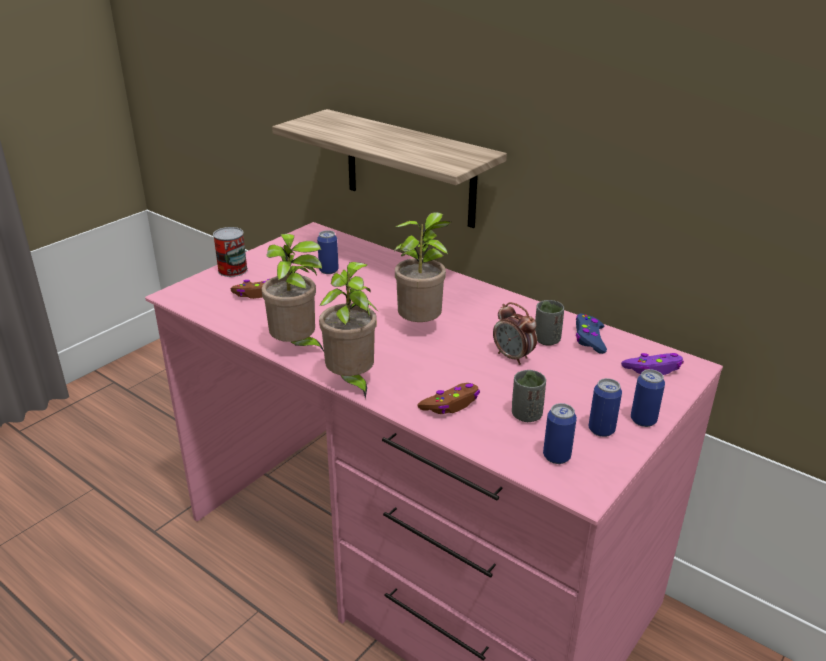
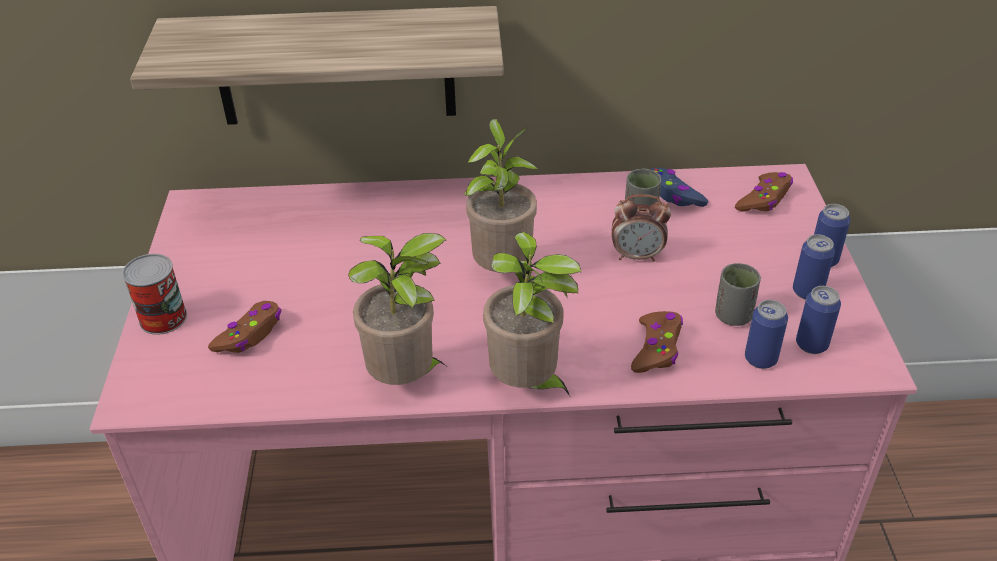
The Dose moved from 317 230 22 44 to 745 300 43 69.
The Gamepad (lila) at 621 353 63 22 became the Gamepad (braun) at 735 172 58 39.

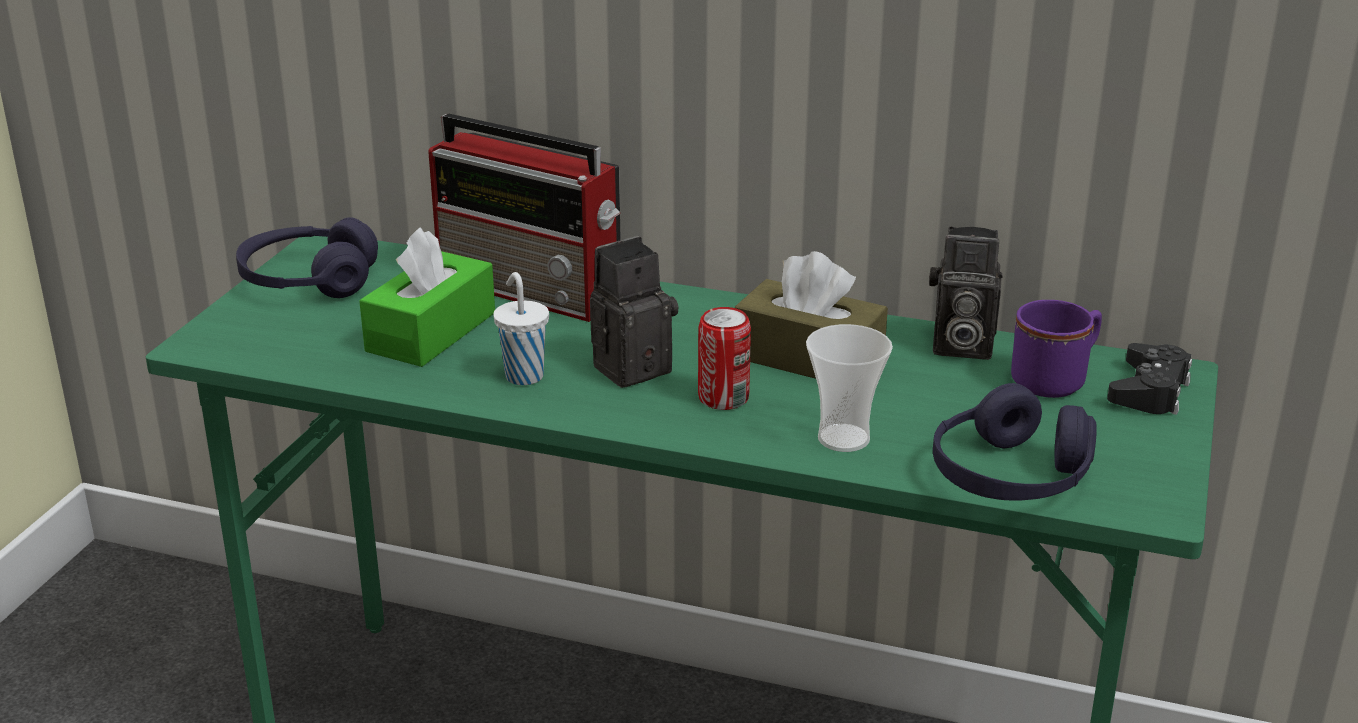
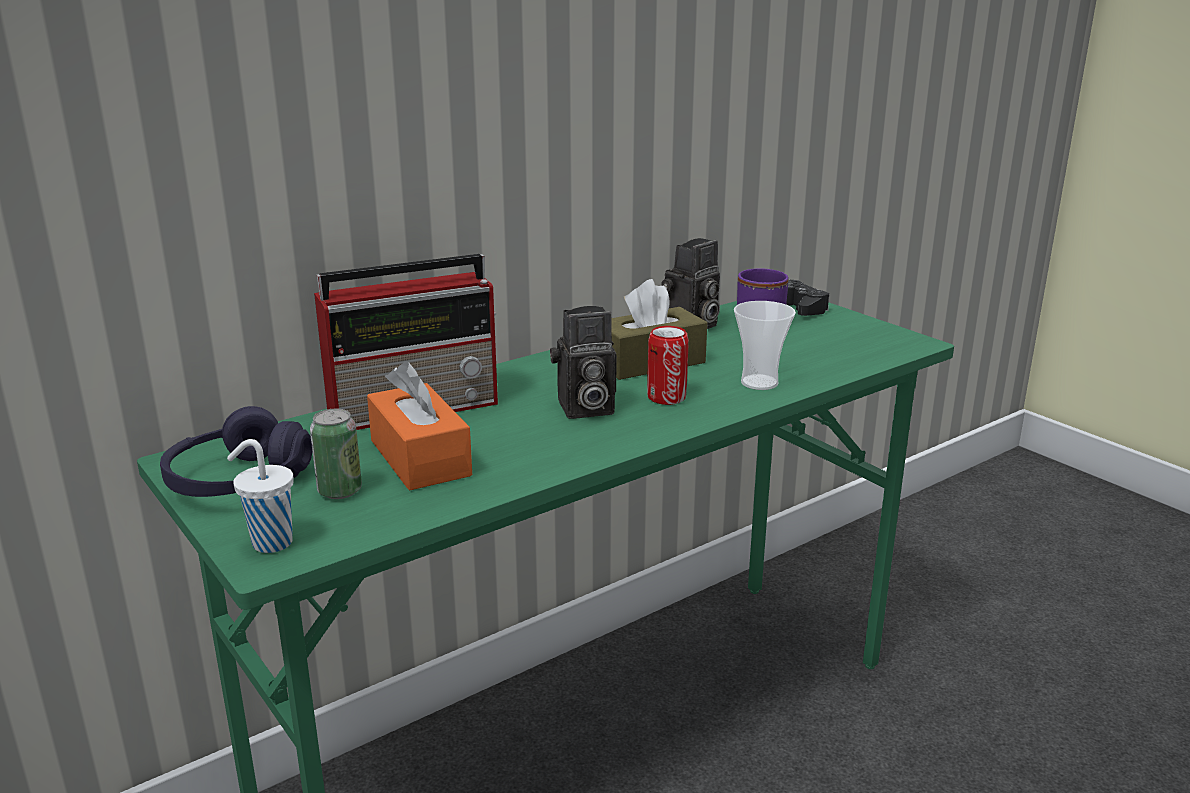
The Taschentuchbox (grün) at 359 227 136 140 became the Taschentuchbox (orange) at 367 361 105 129.
The Tasse (weiß) moved from 493 272 56 113 to 227 439 67 114.
The Kamera at 590 236 89 152 turned 105 degrees counterclockwise.
The Kopfhörer (lila) at 933 383 164 118 disappeared.
The Dose at 310 409 52 90 appeared.

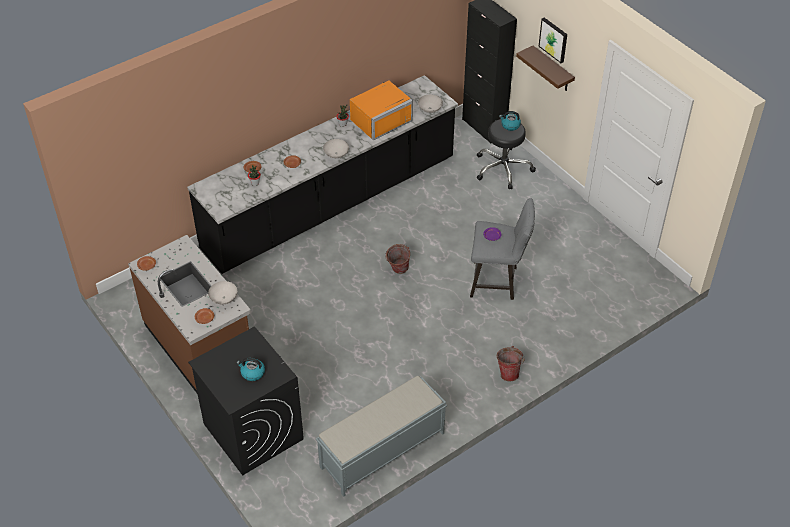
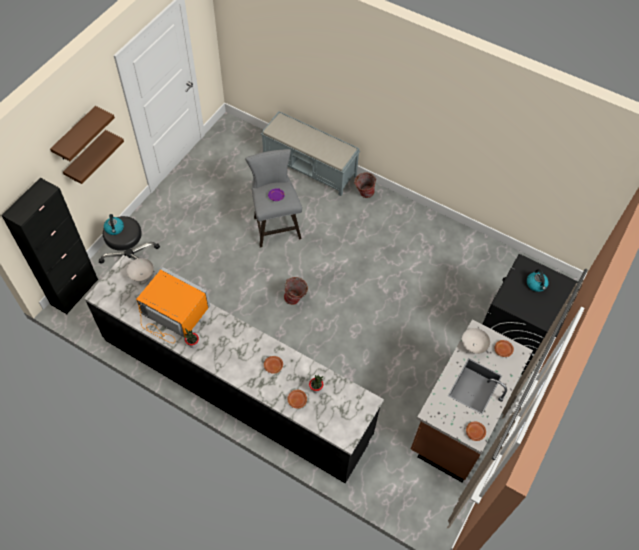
The Bank (grau) moved from 316 376 131 121 to 261 111 99 85.
The Schüssel (weiß) at 323 139 26 19 disappeared.
The Bild at 538 18 29 45 was replaced by the Wandregal (braun) at 50 106 65 55.

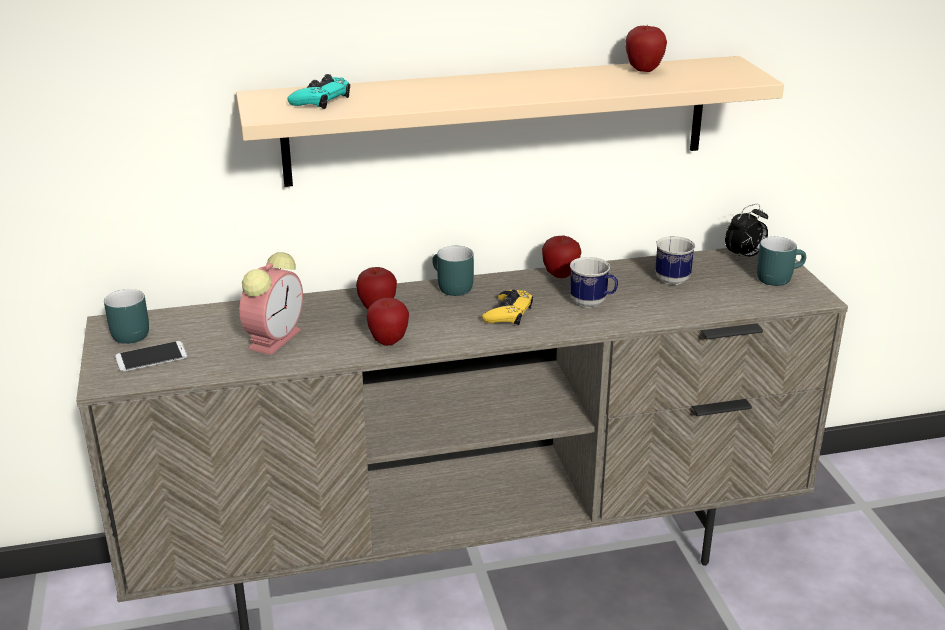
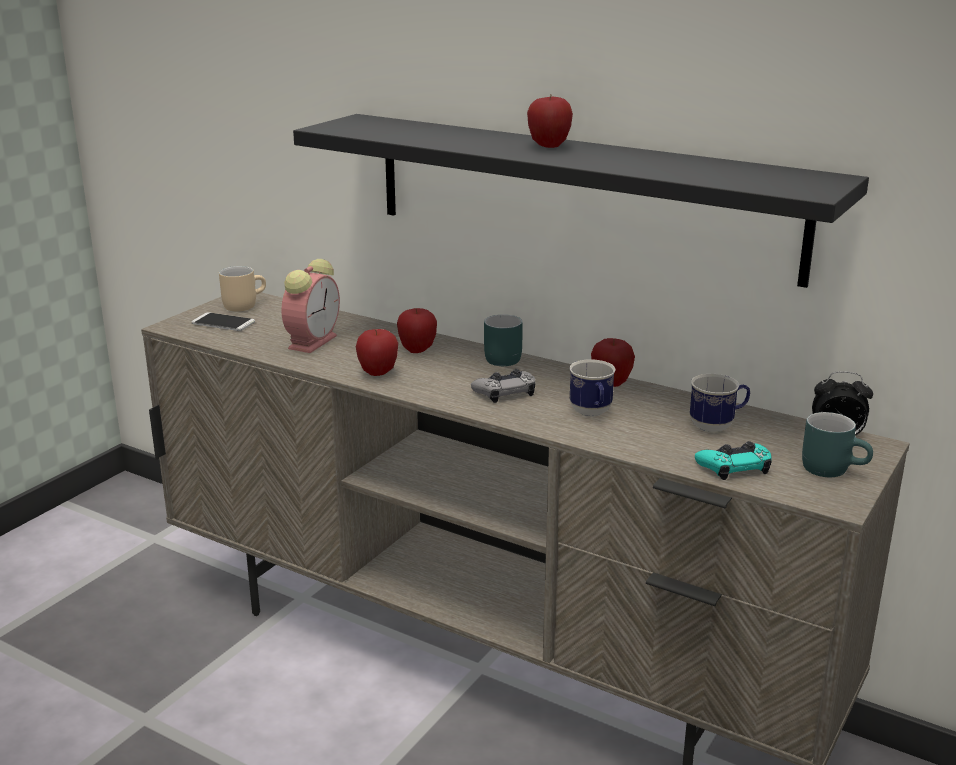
The Henkelbecher (türkis) at 104 289 45 55 became the Henkelbecher (beige) at 219 266 47 45.
The Wandregal (beige) at 236 56 548 131 became the Wandregal (schwarz) at 293 114 576 174.
The Wecker at 239 252 64 103 turned 45 degrees counterclockwise.
The Gamepad (türkis) moved from 287 74 63 35 to 695 441 77 39.
The Gamepad (gelb) at 482 289 51 36 became the Gamepad (grau) at 471 369 65 34.
The Apfel moved from 625 24 42 48 to 527 95 46 53.

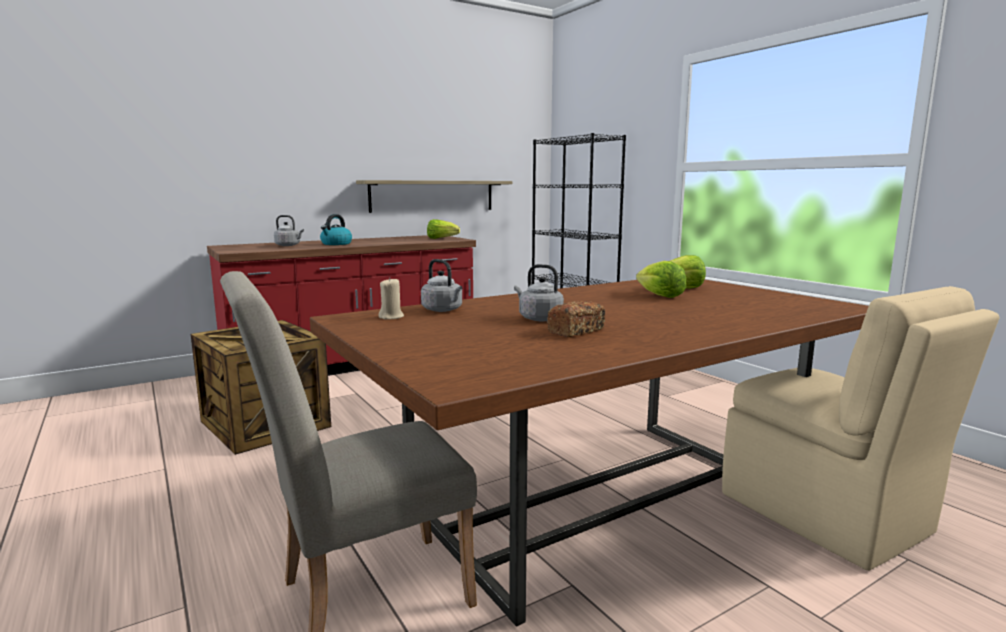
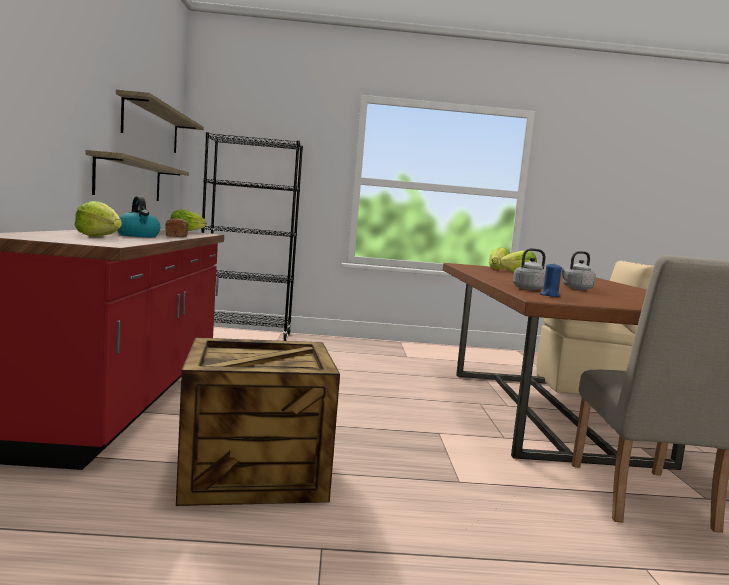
The Wasserkessel (grau) at 274 215 30 31 was replaced by the Salatkopf at 74 201 48 36.
The Kerze (beige) at 379 278 25 42 became the Kerze (blau) at 540 264 22 33.
The Brot moved from 547 301 58 36 to 165 218 23 19.
The Wandregal at 116 89 88 64 appeared.

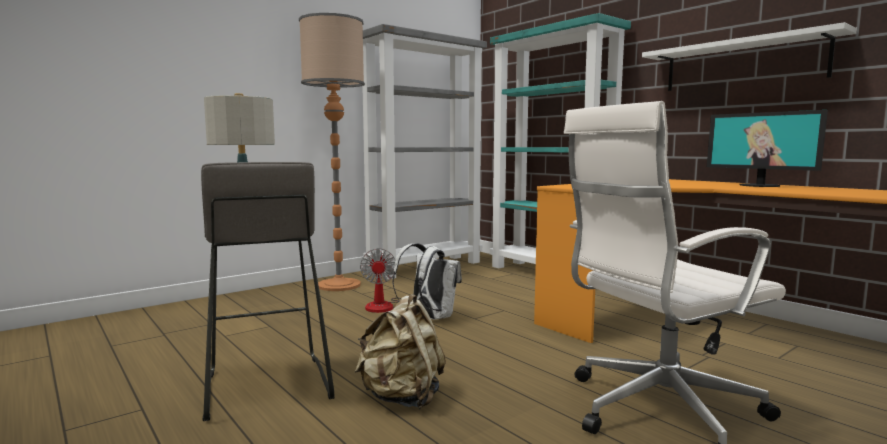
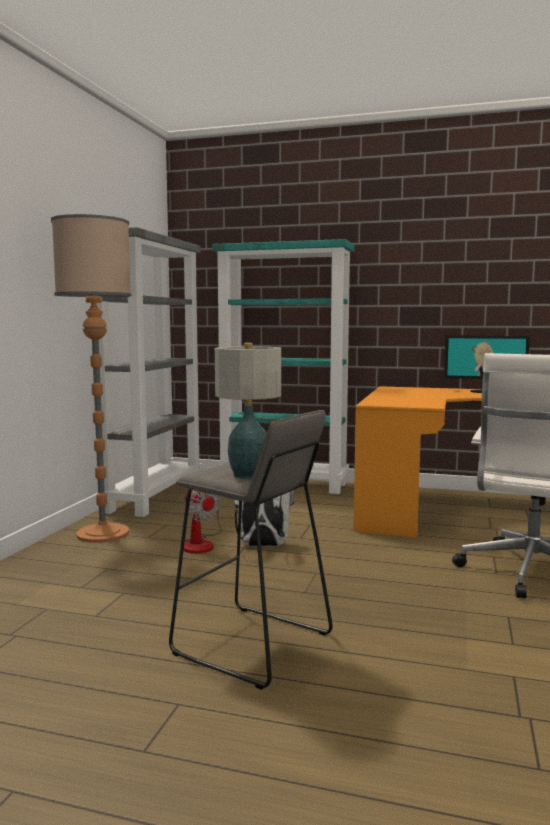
The Rucksack (beige) at 354 294 92 115 disappeared.
The Wandregal (weiß) at 642 22 215 69 disappeared.

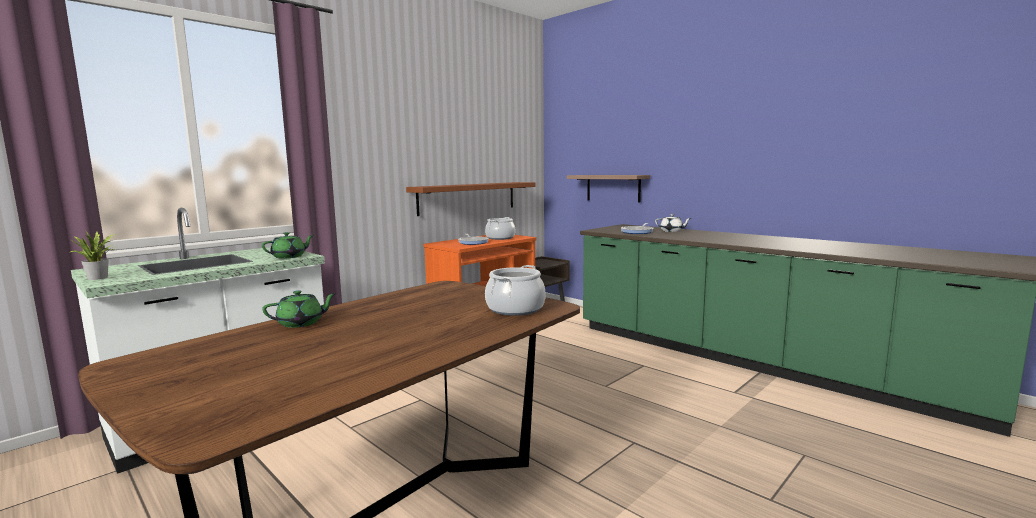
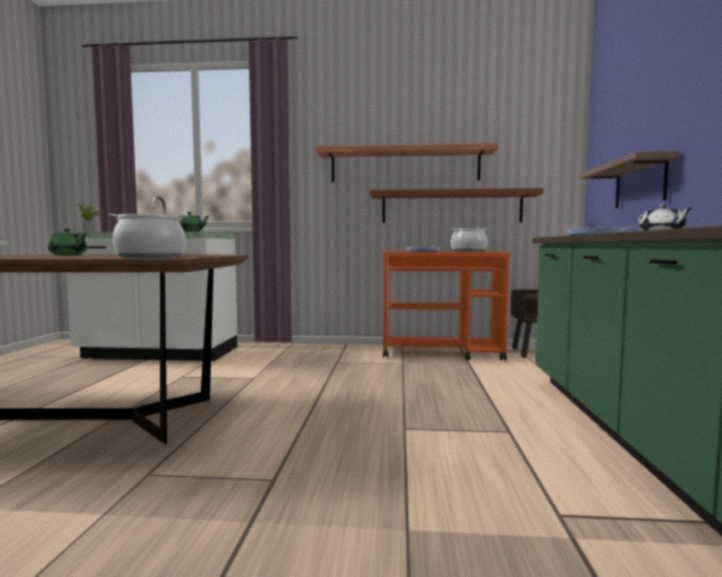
The Wandregal at 316 143 182 39 appeared.

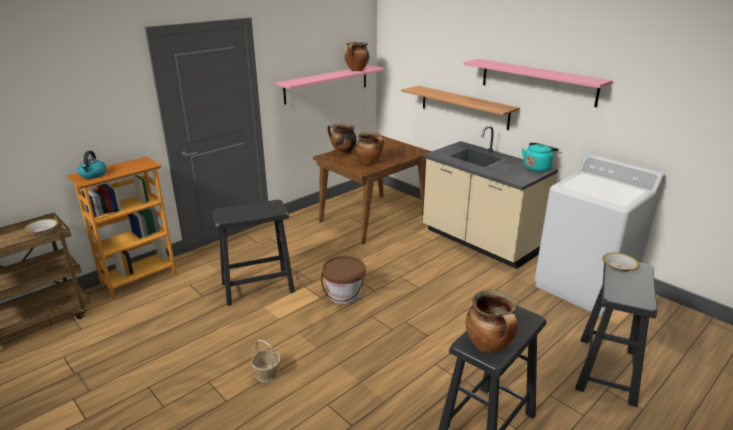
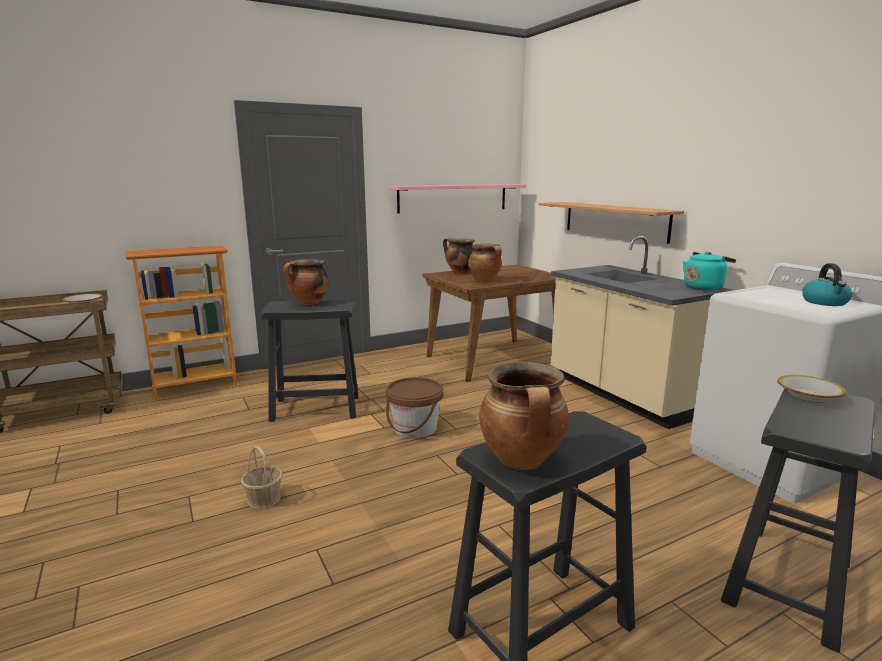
The Wasserkessel moved from 78 151 29 28 to 802 263 50 43.
The Kochtopf moved from 345 42 24 29 to 283 259 45 46.
The Wandregal (rosa) at 463 59 150 48 disappeared.

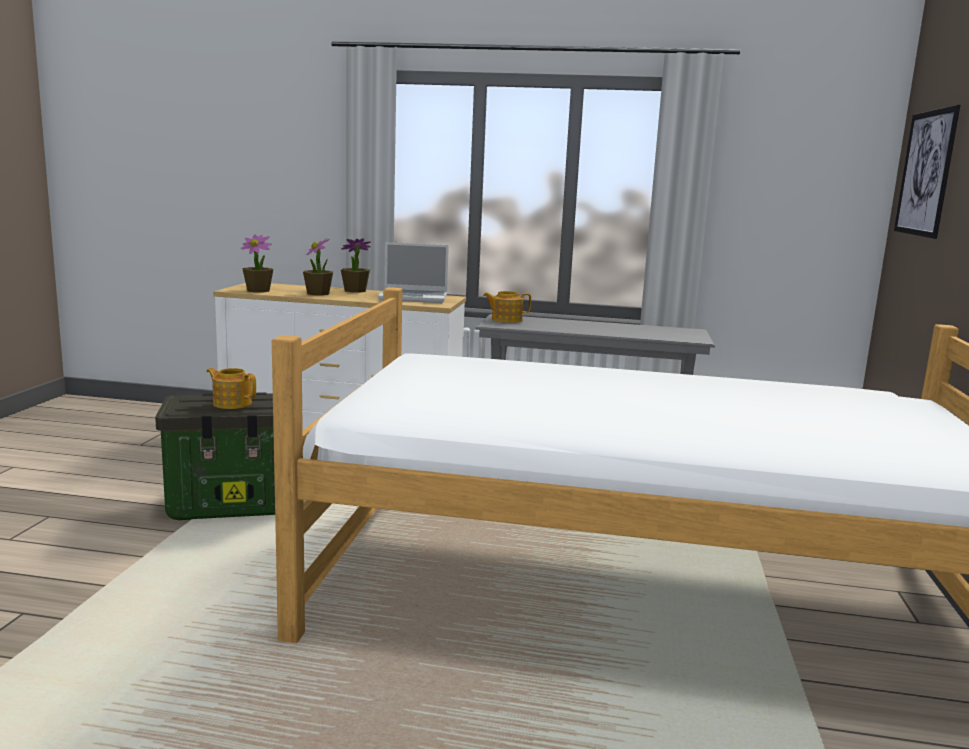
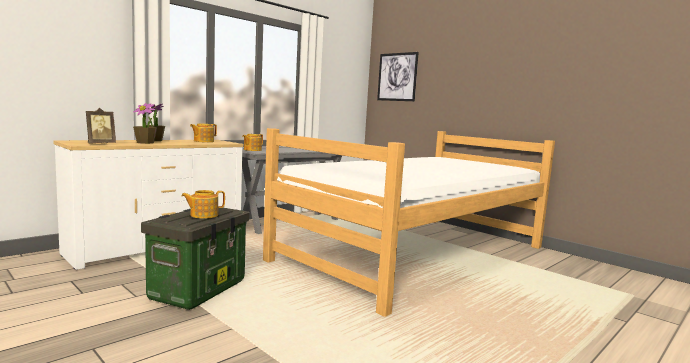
The Topfpflanze at 241 234 32 59 was replaced by the Bilderrahmen at 86 108 30 35.
The Laptop at 378 242 71 61 was replaced by the Teekanne at 190 124 27 18.

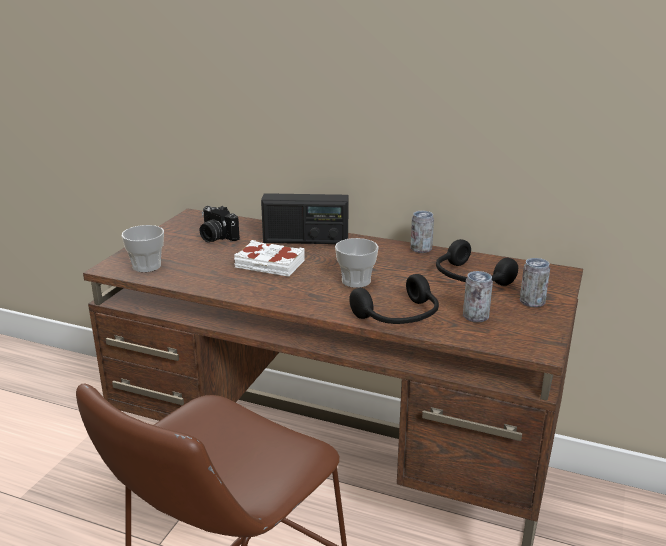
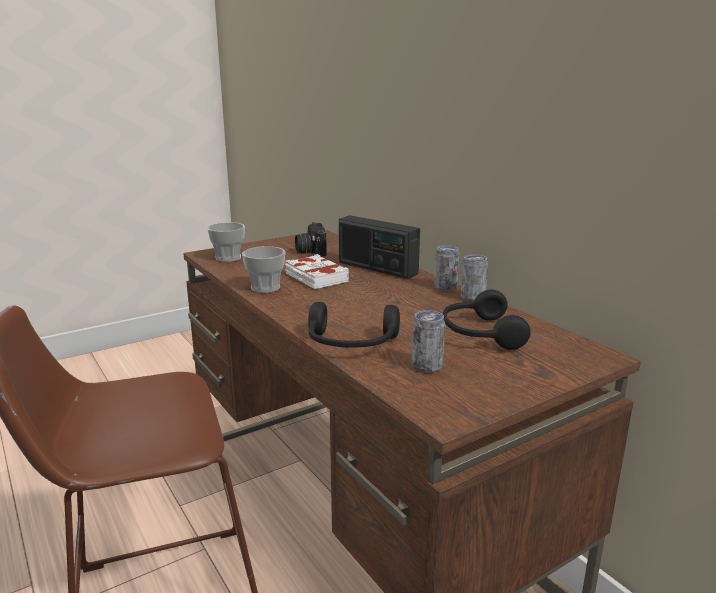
The Tasse moved from 335 238 44 50 to 242 246 43 47.
The Dose moved from 520 258 30 49 to 434 245 25 46.

